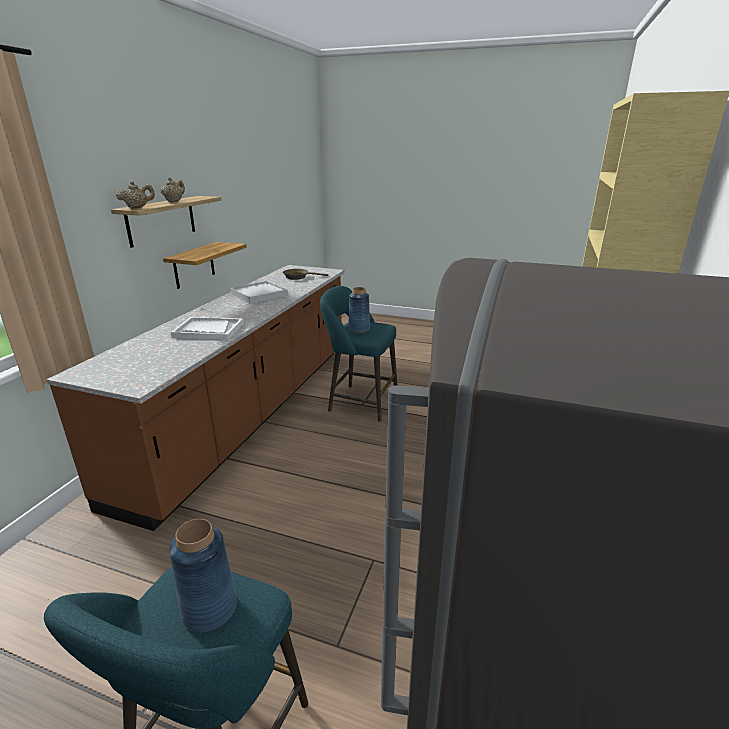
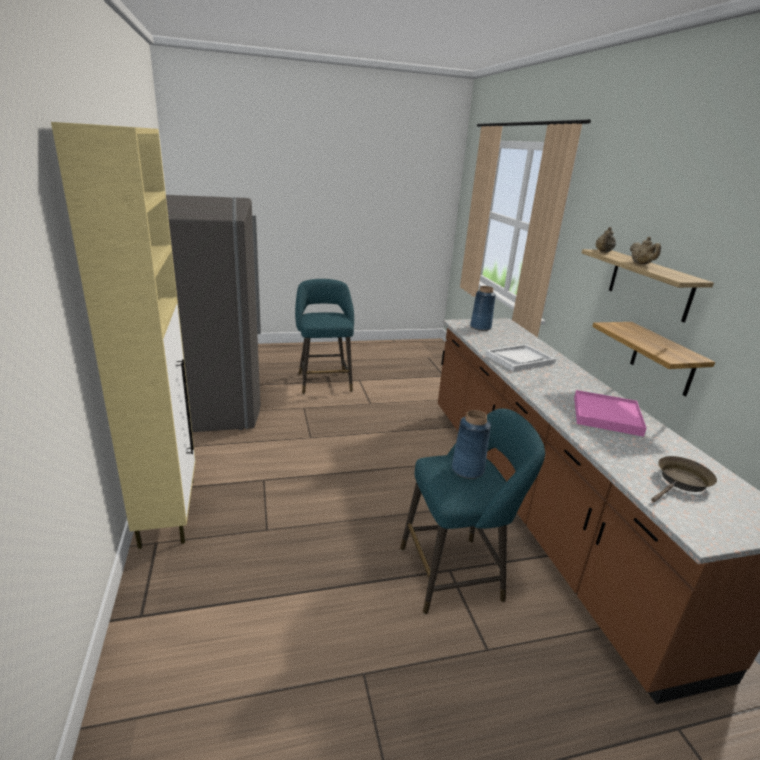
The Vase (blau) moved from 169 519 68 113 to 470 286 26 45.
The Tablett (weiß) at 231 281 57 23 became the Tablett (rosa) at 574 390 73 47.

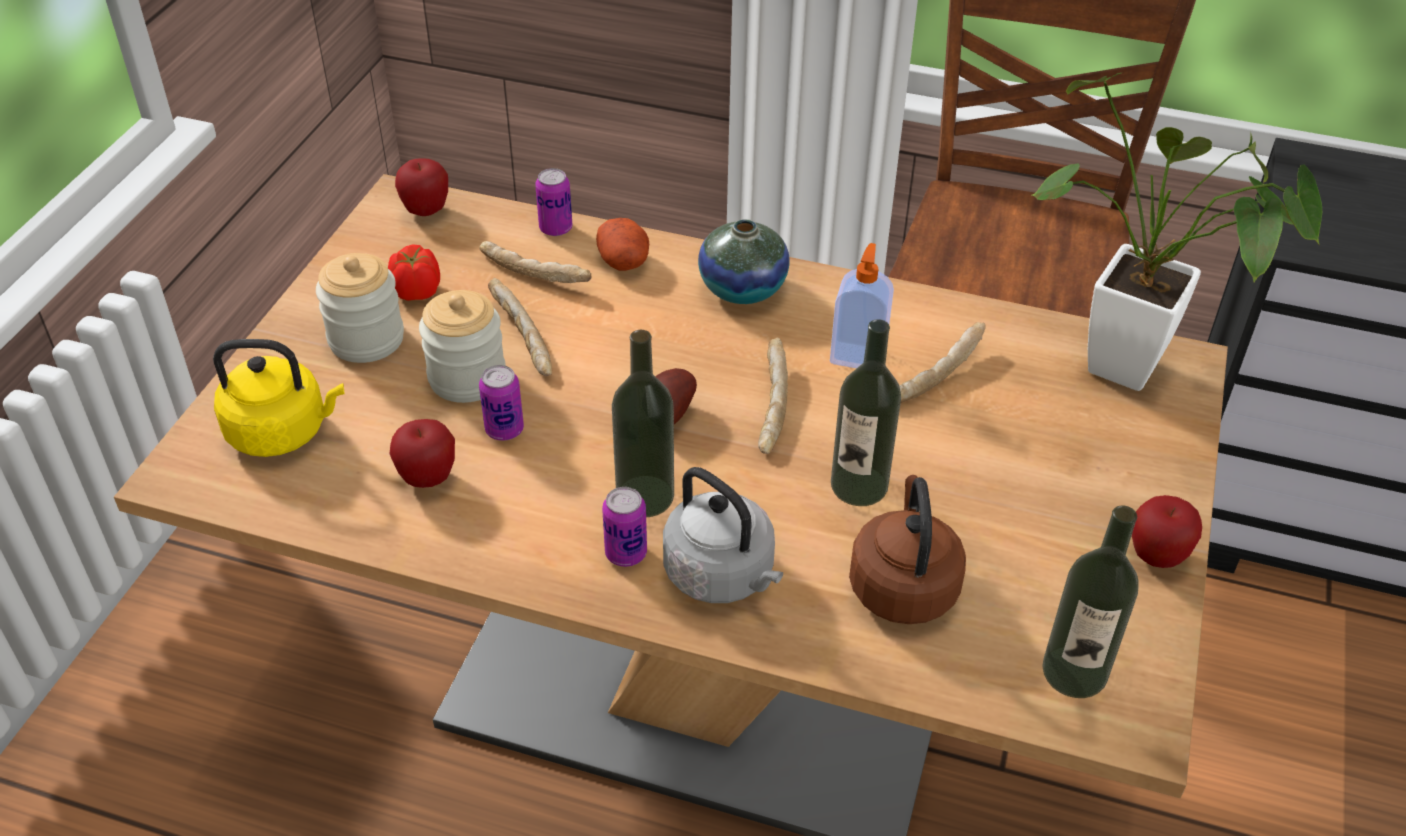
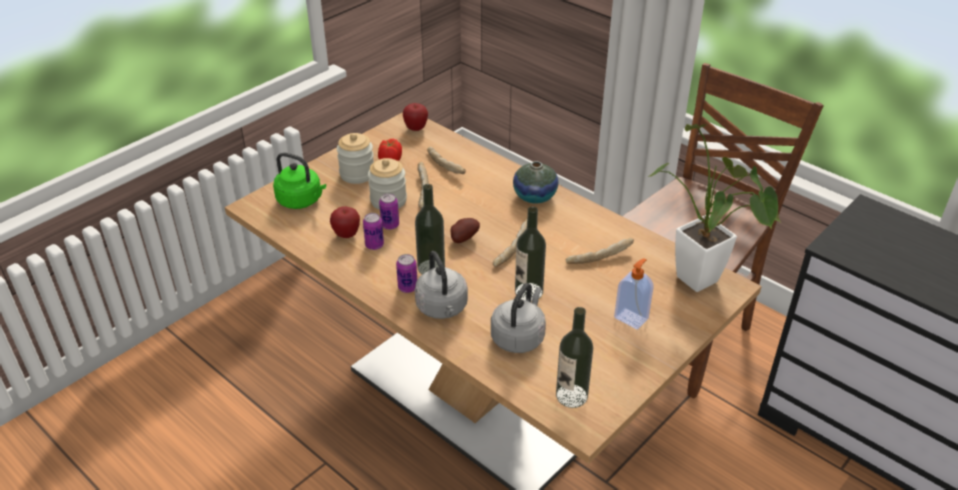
The Wasserkessel (gelb) at 213 339 132 118 became the Wasserkessel (grün) at 273 153 53 56.
The Dose moved from 535 168 37 68 to 363 213 21 37.
The Kartoffel at 596 218 53 53 disappeared.
The Seifenspender moved from 830 243 64 125 to 614 258 40 71.
The Wasserkessel (braun) at 849 475 117 149 became the Wasserkessel (grau) at 491 283 55 70.
The Apfel at 1132 495 70 73 disappeared.

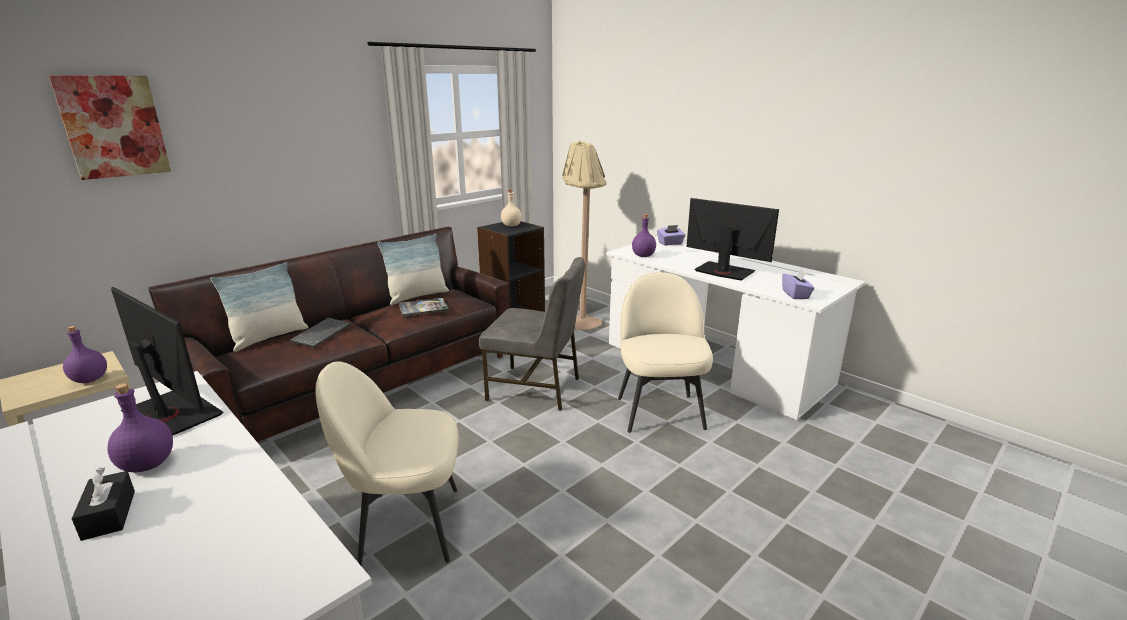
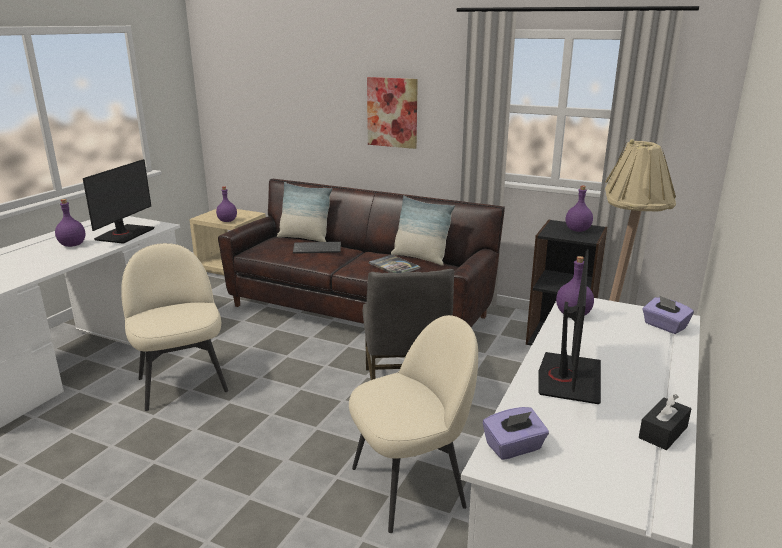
The Bild moved from 49 76 122 104 to 367 77 51 72.
The Taschentuchbox (schwarz) moved from 72 467 63 74 to 639 394 52 56.
The Flasche (beige) at 501 189 21 38 became the Flasche (lila) at 566 186 27 46.

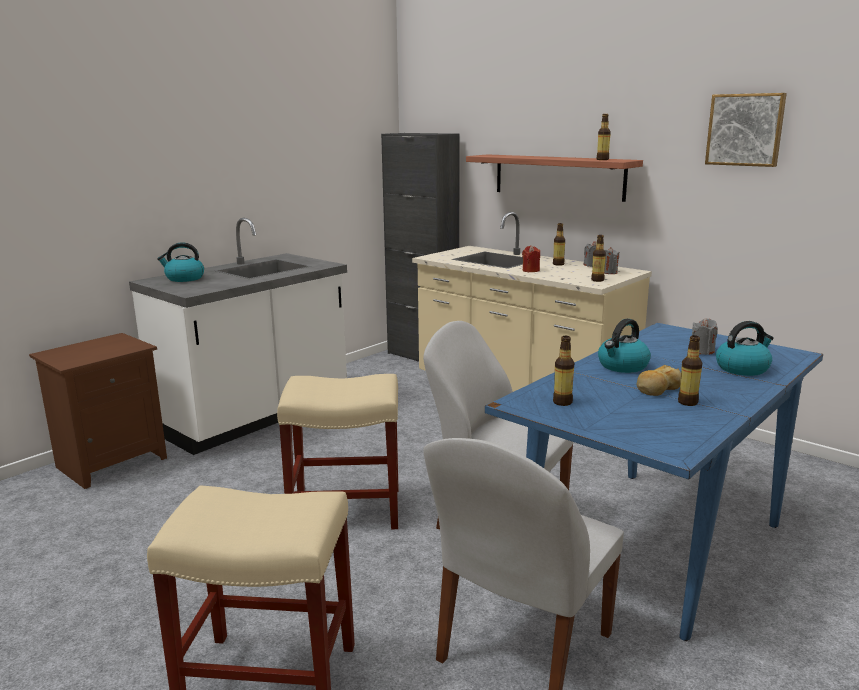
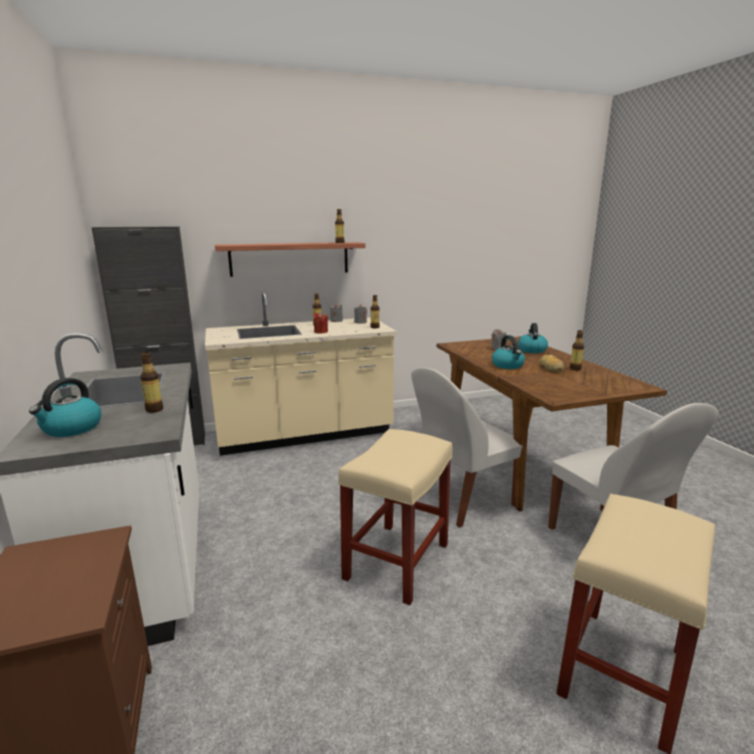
The Esstisch (blau) at 485 323 338 318 became the Esstisch (braun) at 437 336 230 175.
The Flasche moved from 553 336 21 70 to 140 352 23 61.
The Bild at 705 93 82 74 disappeared.

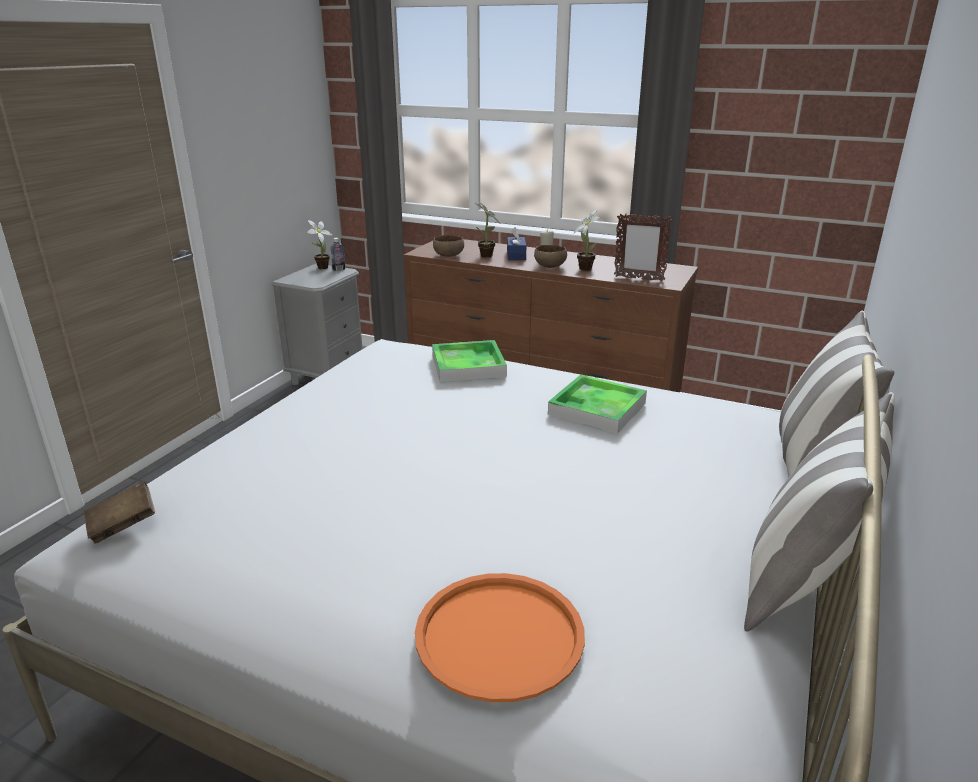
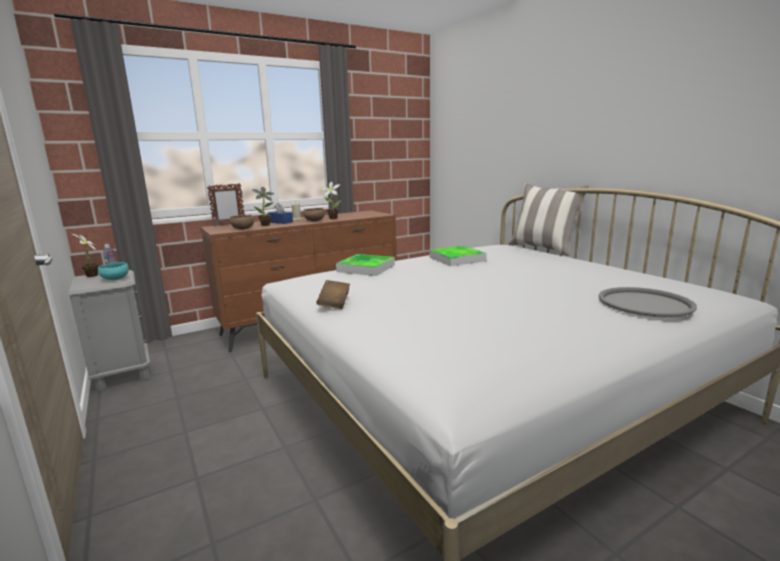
The Buch (braun) moved from 84 481 71 63 to 316 280 34 29.
The Tablett (orange) at 415 573 170 129 became the Tablett (grau) at 599 287 98 31.
The Bilderrahmen moved from 614 214 58 68 to 207 183 38 43.
The Kissen at 744 392 151 239 disappeared.
The Schüssel (türkis) at 98 262 31 18 appeared.

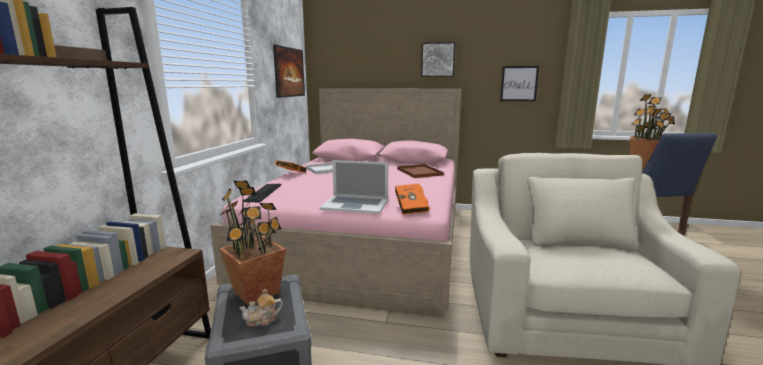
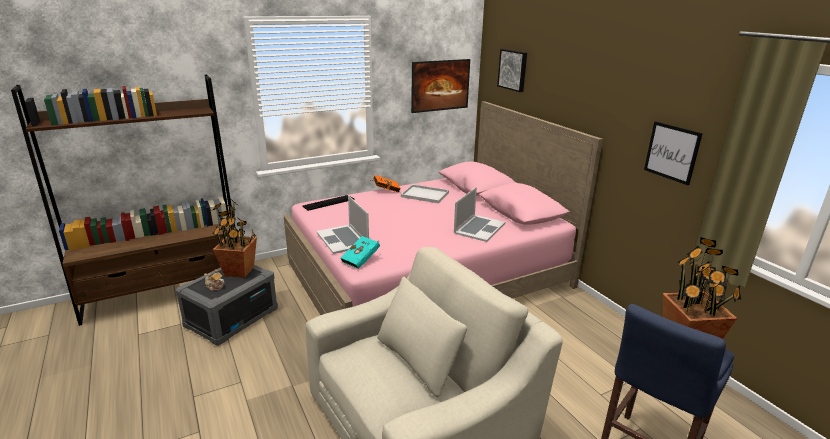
The Buch (orange) at 395 184 34 31 became the Buch (türkis) at 340 236 40 33.
The Tablett (braun) at 397 164 47 14 was replaced by the Laptop at 454 187 51 55.
The Bild moved from 421 42 34 35 to 497 49 30 43.

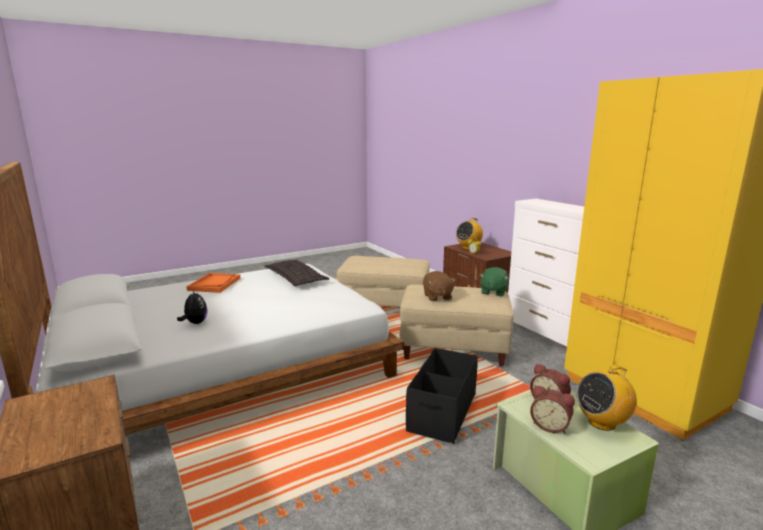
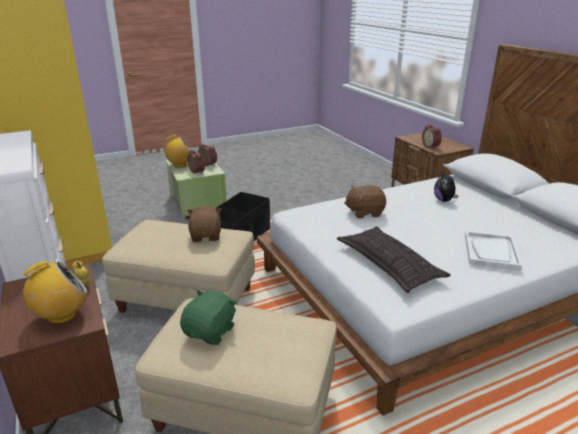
The Tablett (orange) at 186 273 55 20 became the Tablett (weiß) at 465 231 57 40.
The Plüschtier (grün) moved from 480 267 29 30 to 180 290 57 55.
The Plüschtier (braun) at 344 185 42 33 appeared.
The Wecker at 422 124 20 25 appeared.

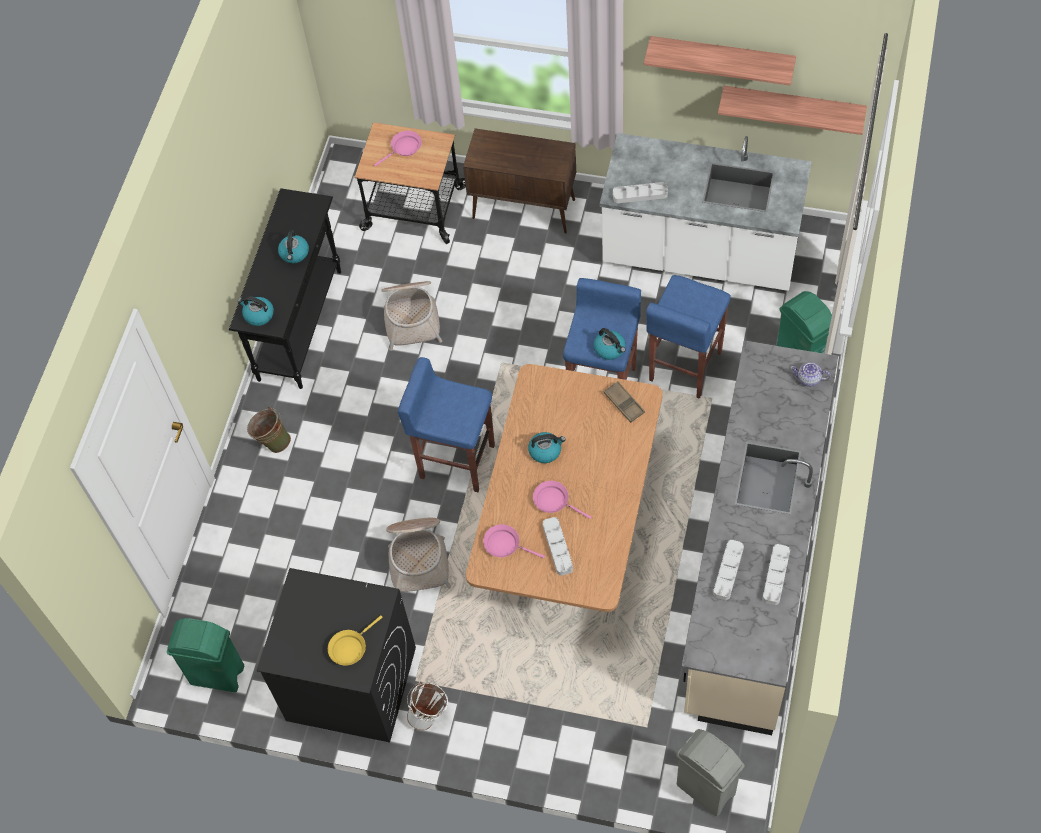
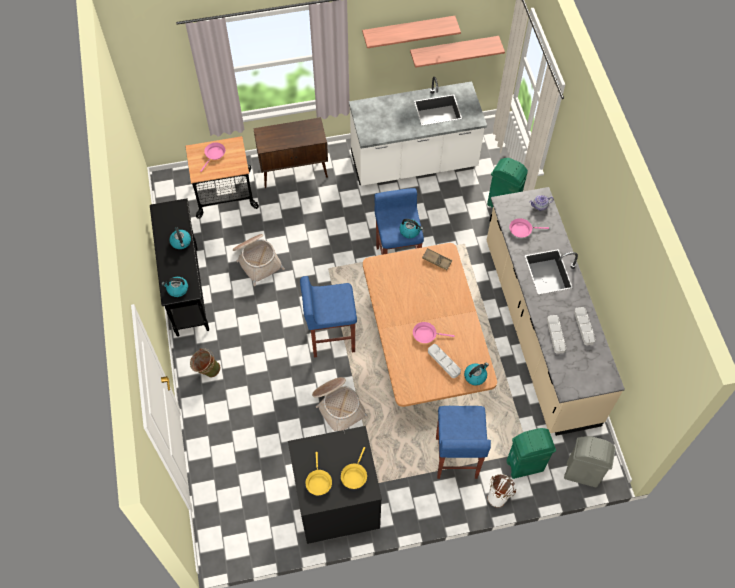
The Mülleimer (grün) moved from 167 618 77 74 to 506 428 50 51.
The Eimer (weiß) moved from 407 681 41 50 to 487 474 29 34.
The Pfanne (rosa) moved from 483 524 62 34 to 509 218 40 20.
The Wasserkessel moved from 528 432 38 31 to 464 362 25 23.
The Tablett (grau) at 613 182 55 21 disappeared.
The Hocker (blau) moved from 646 275 85 124 to 436 406 55 73.
The Pfanne (gelb) at 306 452 26 43 appeared.

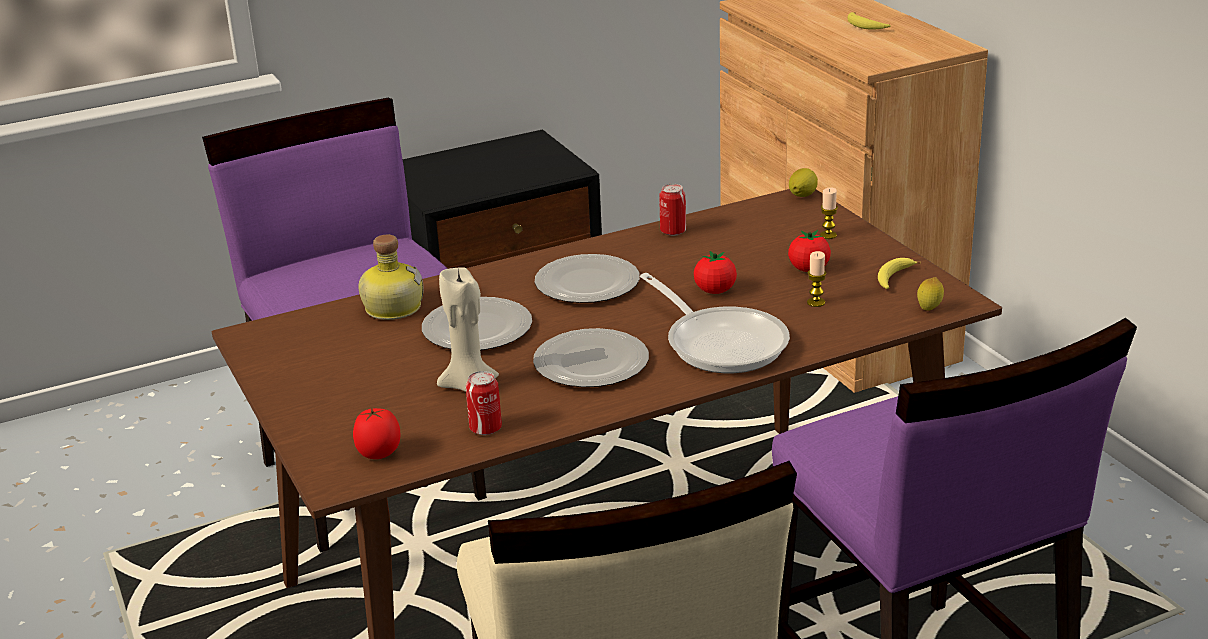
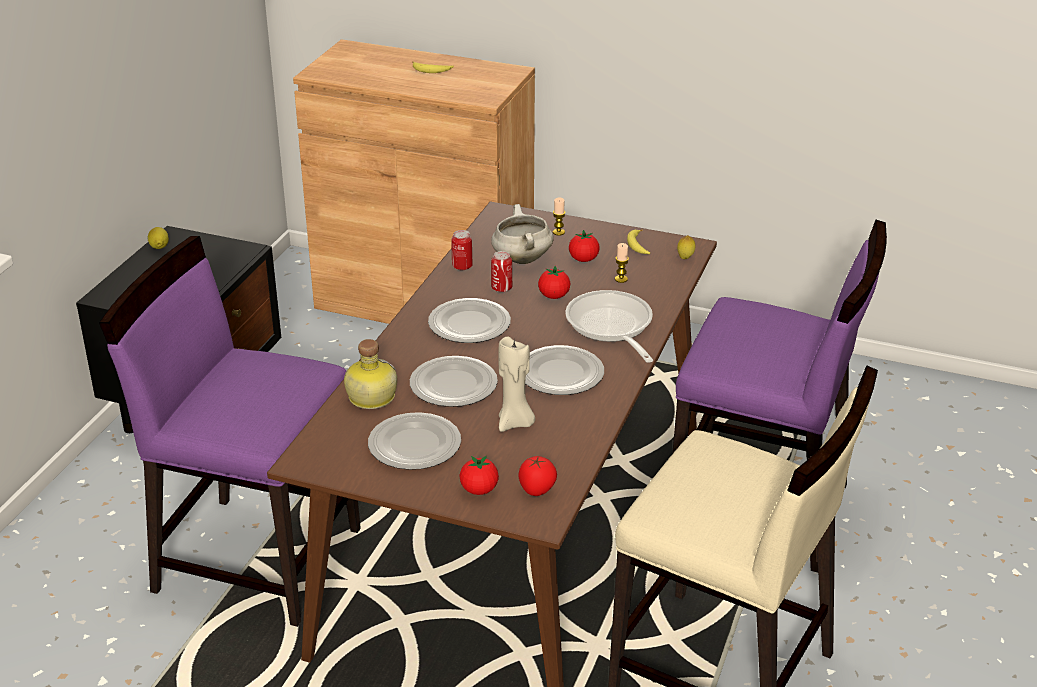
The Dose moved from 466 371 36 64 to 491 251 21 41.
The Pfanne at 640 273 150 100 turned 120 degrees counterclockwise.
The Zitrone moved from 789 168 29 29 to 147 227 22 22.
The Teller at 368 412 93 58 appeared.
The Tomate at 460 455 39 40 appeared.
The Kochtopf (weiß) at 491 204 63 60 appeared.

